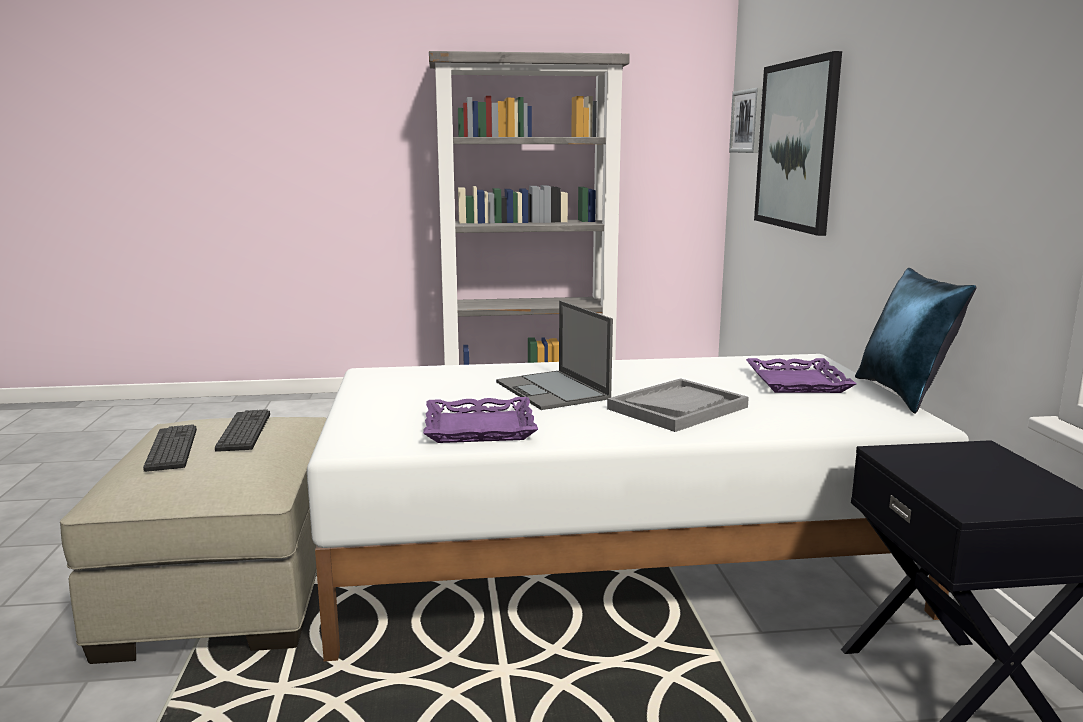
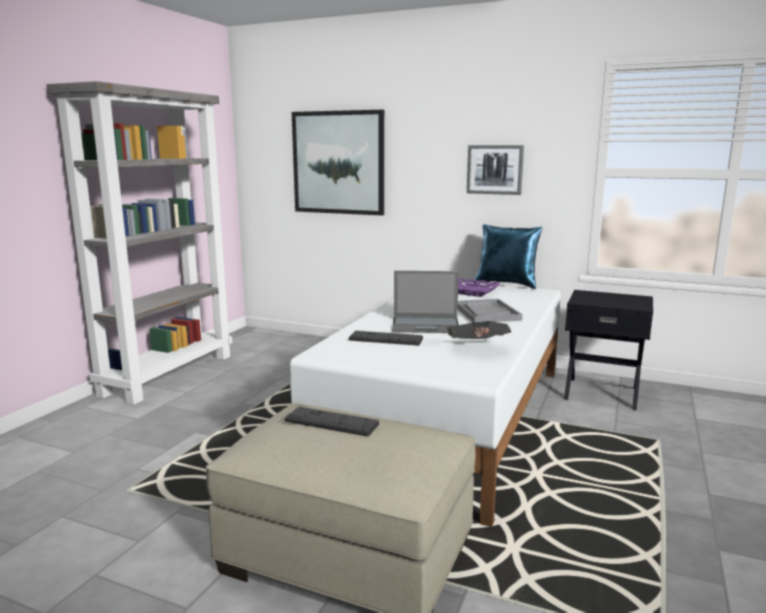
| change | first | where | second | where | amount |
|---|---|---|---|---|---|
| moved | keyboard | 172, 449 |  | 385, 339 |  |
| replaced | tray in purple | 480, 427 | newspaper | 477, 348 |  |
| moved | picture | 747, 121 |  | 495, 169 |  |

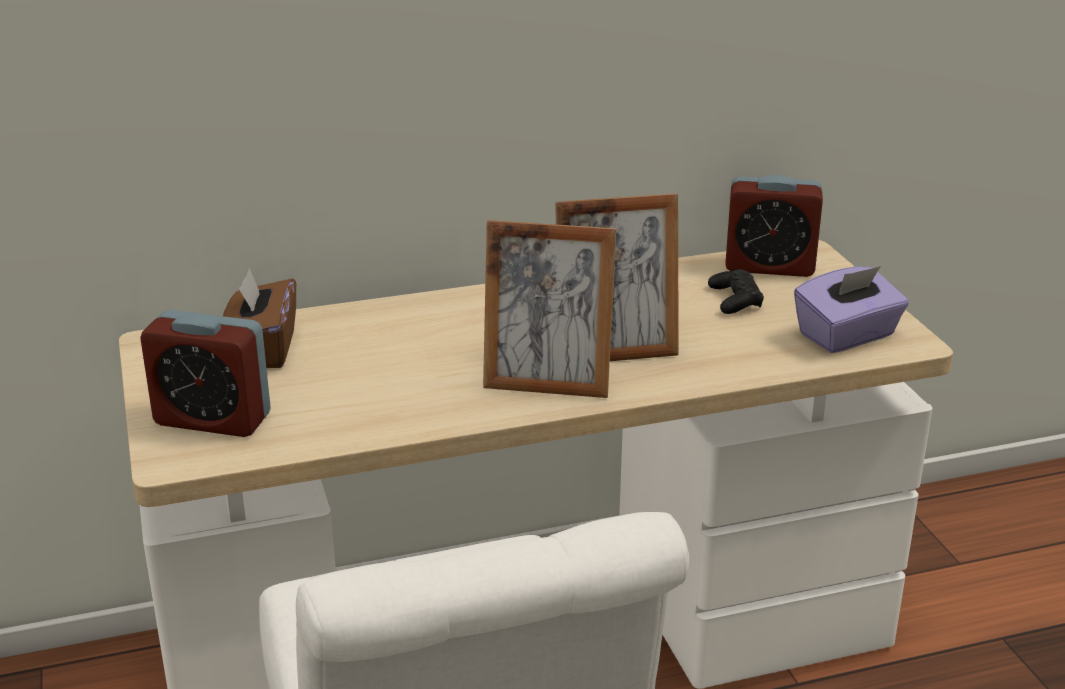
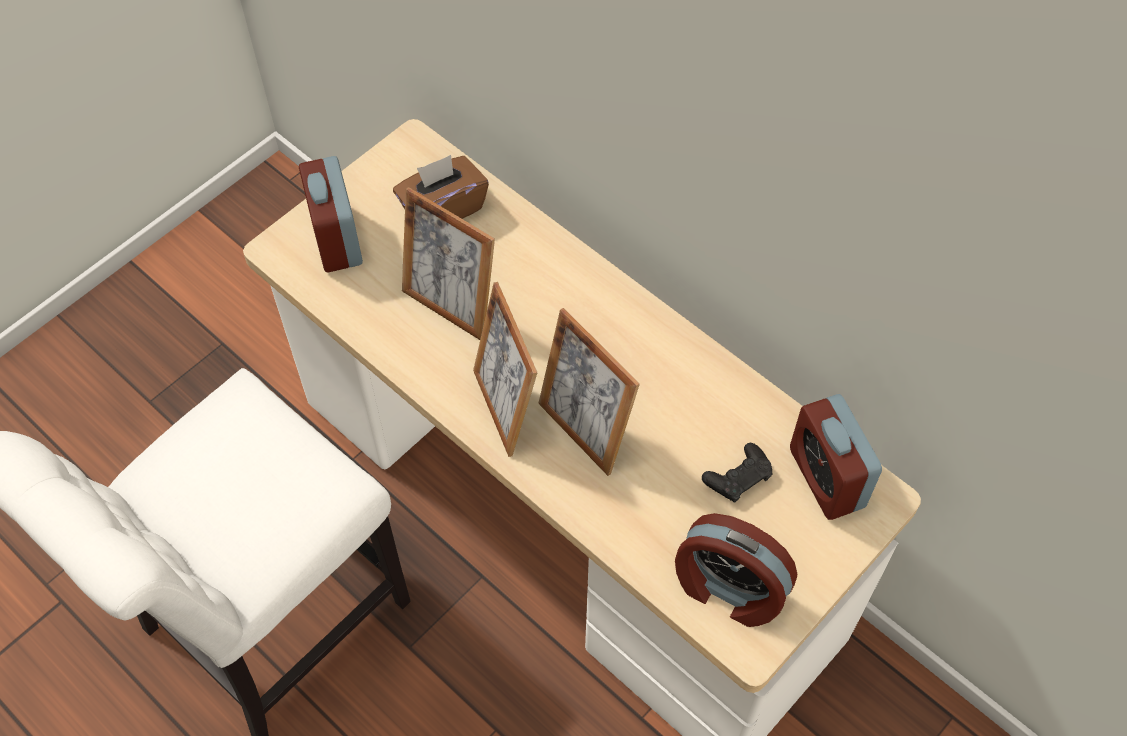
| change | first | where | second | where | amount |
|---|---|---|---|---|---|
| replaced | tissue box in purple | 847, 336 | alarm clock | 728, 590 |  |
| added |  |  | picture frame | 450, 305 |  |

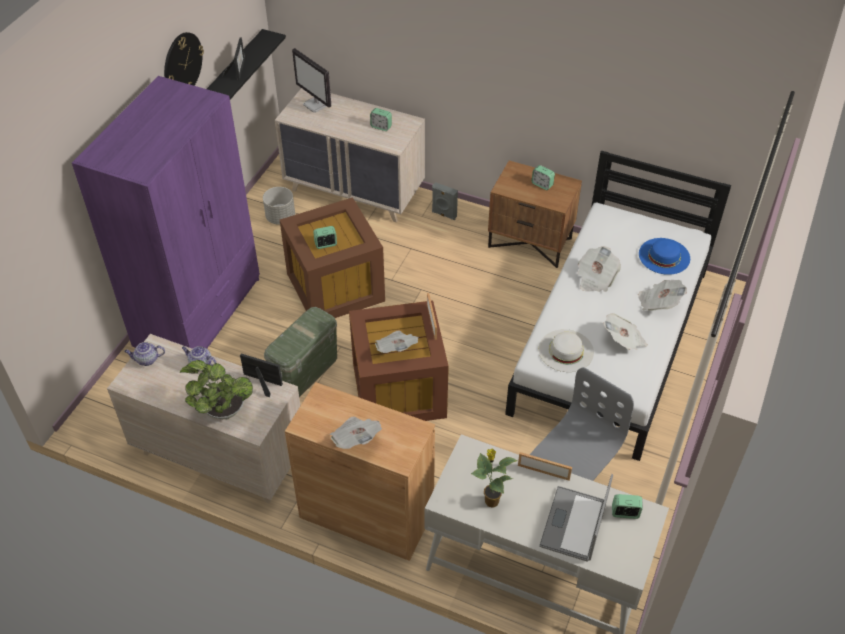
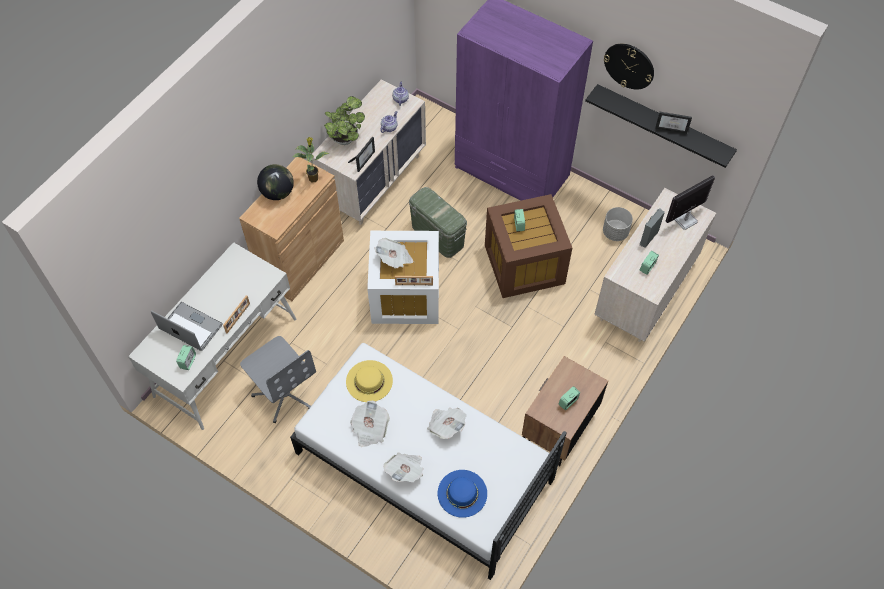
| change | first | where | second | where | amount |
|---|---|---|---|---|---|
| replaced | newspaper | 356, 439 | globe | 277, 193 |  |
| recoloured | storage box in brown | 397, 389 | storage box in white | 406, 294 |  |
| moved | speaker in grey | 444, 215 |  | 648, 238 |  |
| moved | potted plant | 490, 501 |  | 314, 178 |  |
| recoloured | hat in white | 566, 350 | hat in yellow | 369, 381 |  |

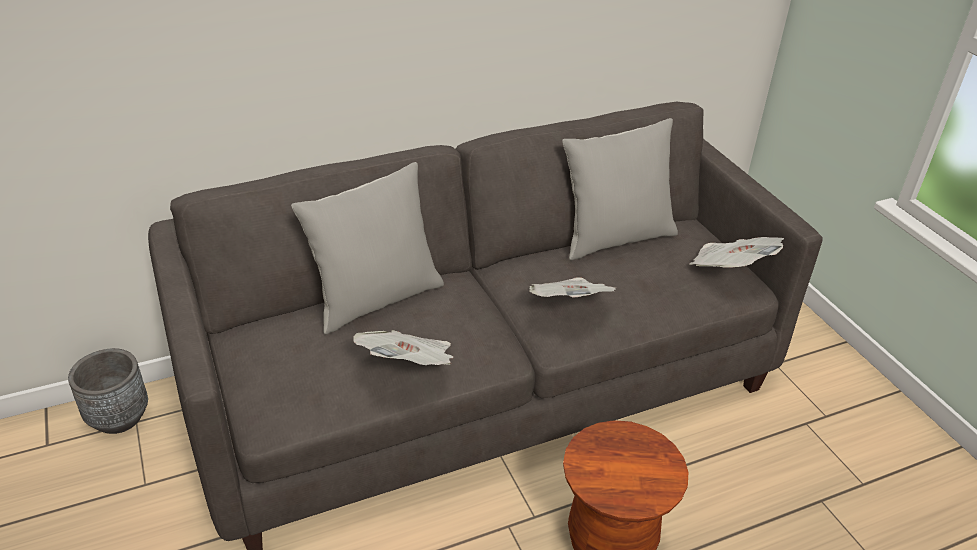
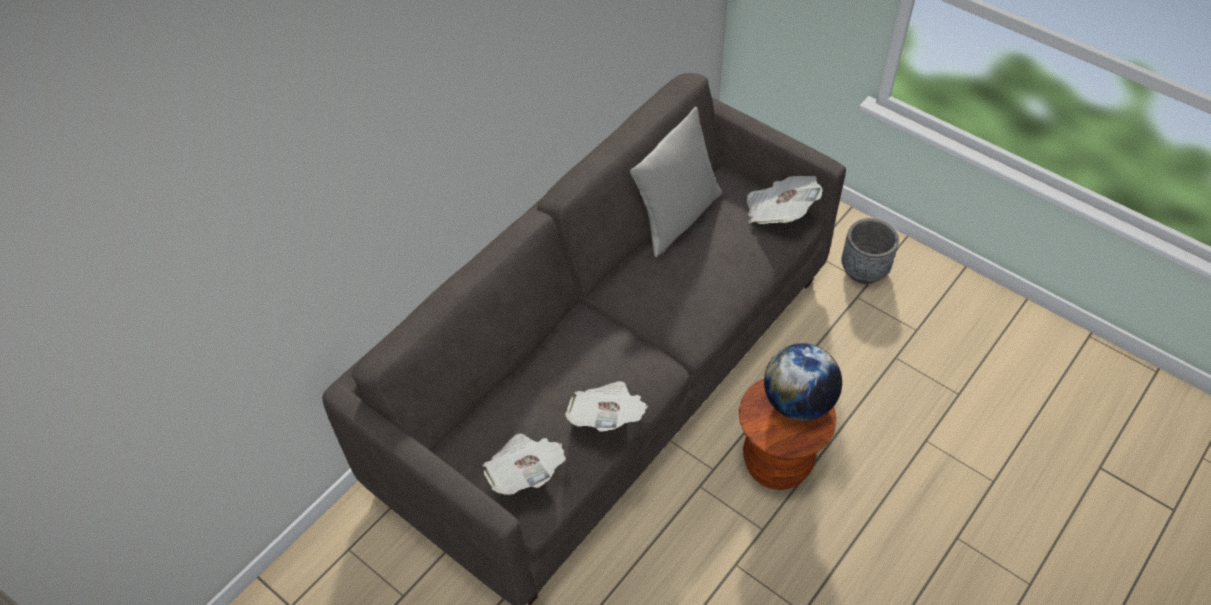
| change | first | where | second | where | amount |
|---|---|---|---|---|---|
| moved | planter in grey | 119, 417 |  | 863, 270 |  |
| removed | pillow in grey | 376, 299 |  |  |  |
| moved | newspaper | 569, 306 |  | 525, 472 |  |
| added |  |  | globe | 798, 402 |  |

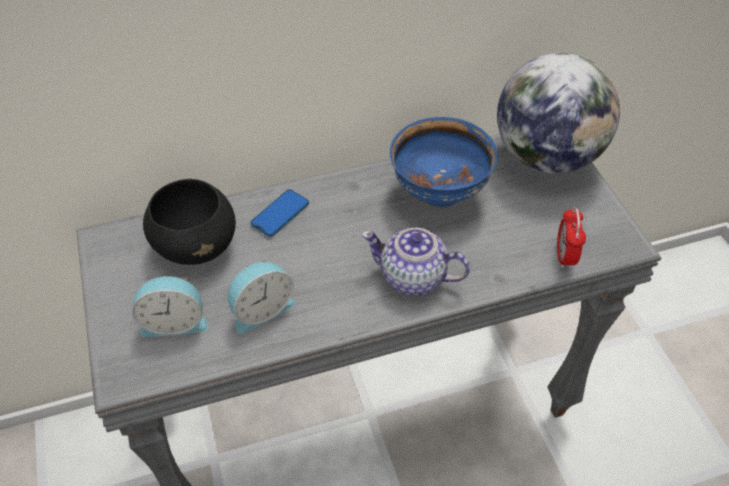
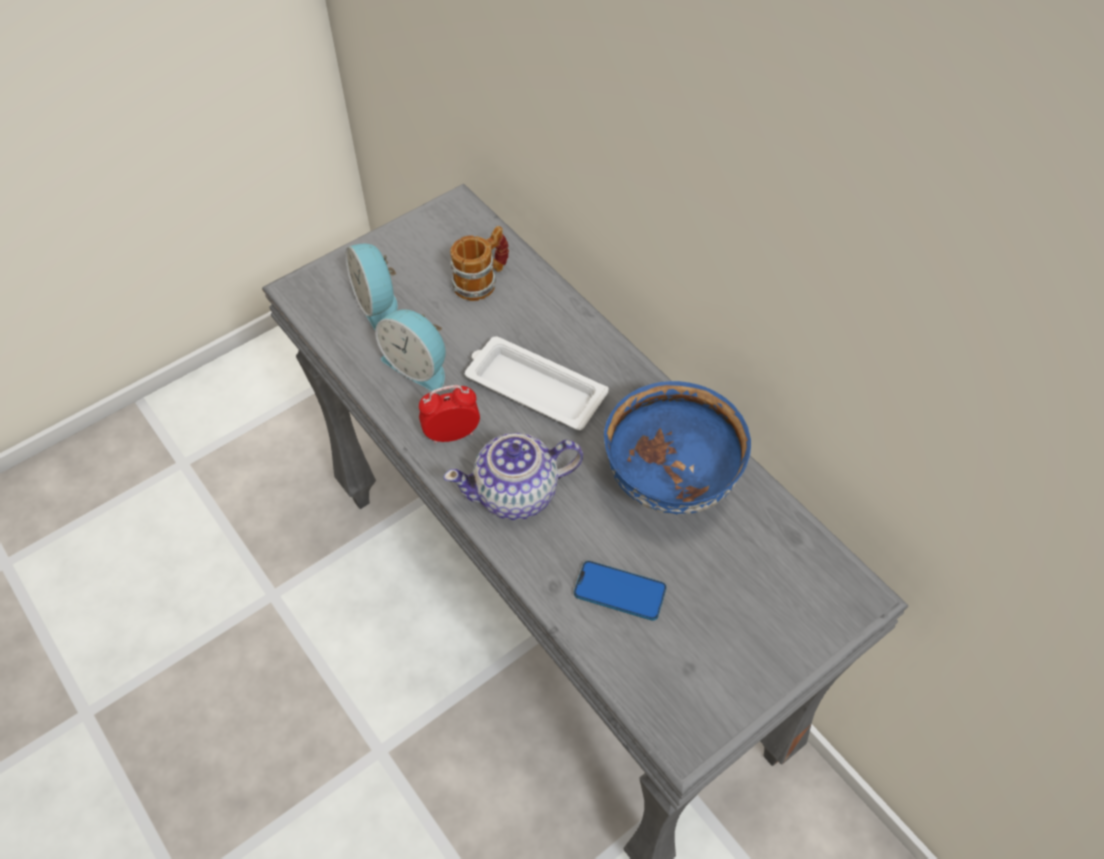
| change | first | where | second | where | amount |
|---|---|---|---|---|---|
| replaced | bowl in black | 196, 244 | mug | 482, 281 |  |
| moved | phone | 280, 214 |  | 619, 591 |  |
| turned | teapot | 413, 277 |  | 517, 493 | 105 degrees counterclockwise |
| removed | globe | 546, 156 |  |  |  |
| moved | alarm clock | 564, 256 |  | 452, 434 |  |
| added |  |  | tray in white | 533, 388 |  |

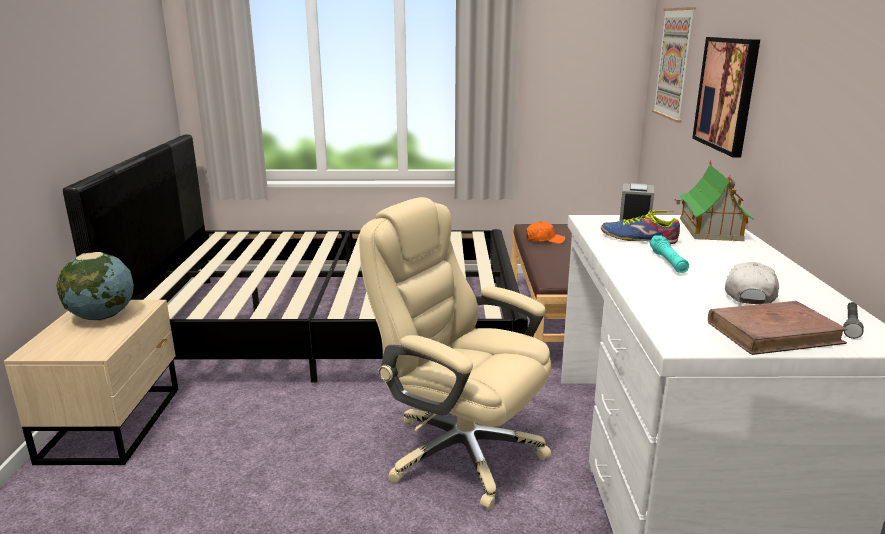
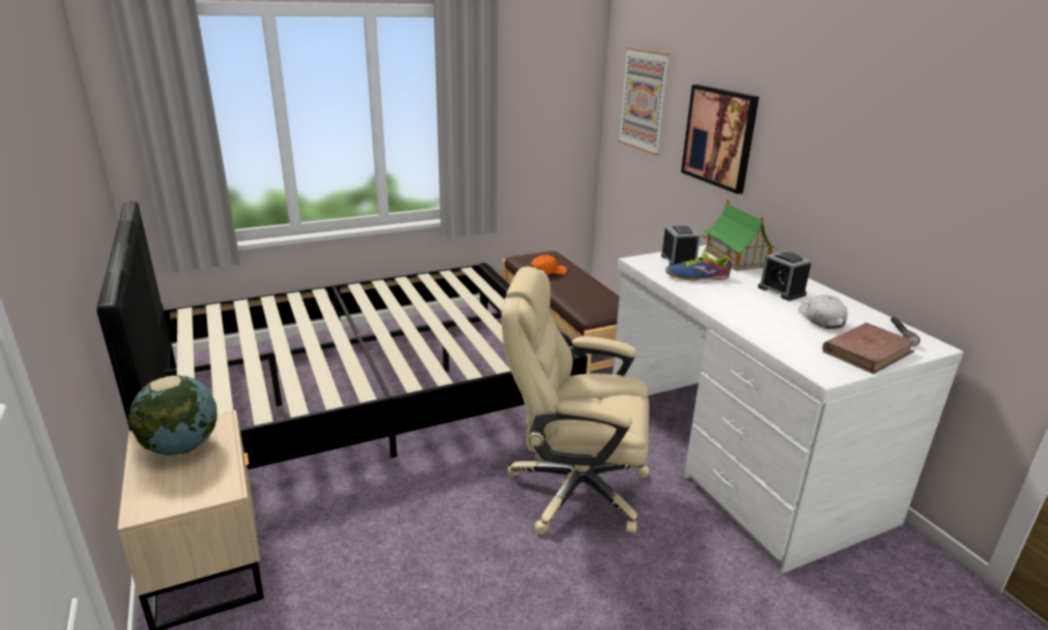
| change | first | where | second | where | amount |
|---|---|---|---|---|---|
| removed | flashlight in turquoise | 668, 261 |  |  |  |
| added |  |  | alarm clock | 781, 291 |  |

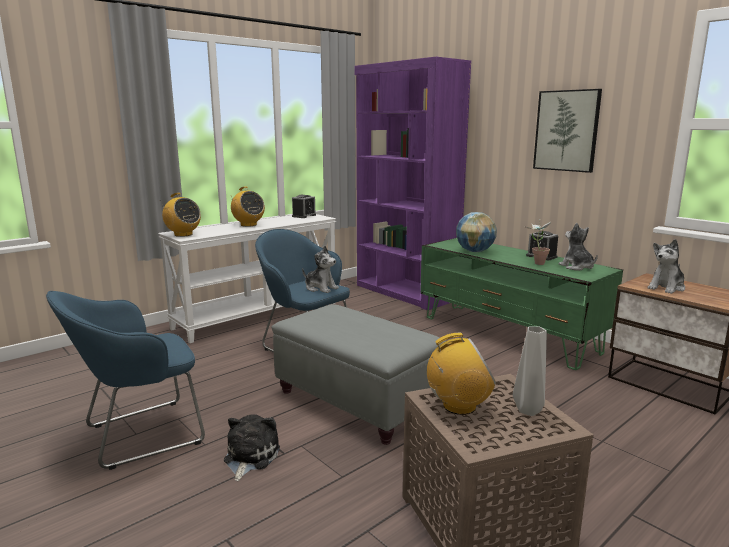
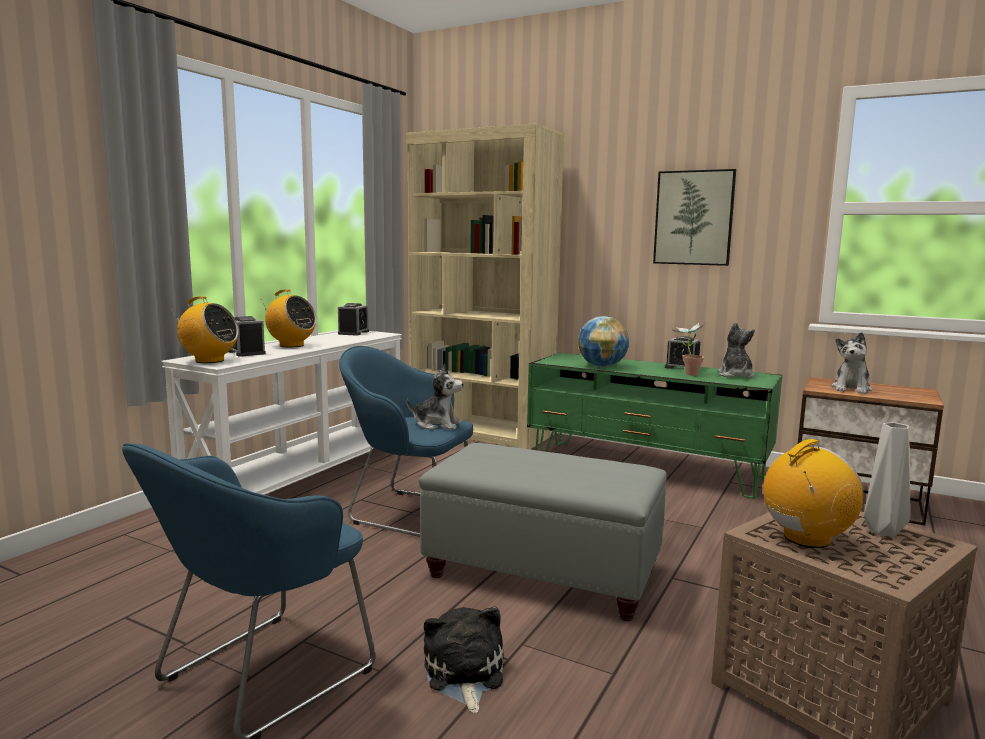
| change | first | where | second | where | amount |
|---|---|---|---|---|---|
| recoloured | bookcase in purple | 405, 292 | bookcase in beige | 481, 432 |  |
| turned | plush toy | 577, 267 |  | 735, 375 | 45 degrees clockwise |
| added |  |  | alarm clock | 246, 352 |  |

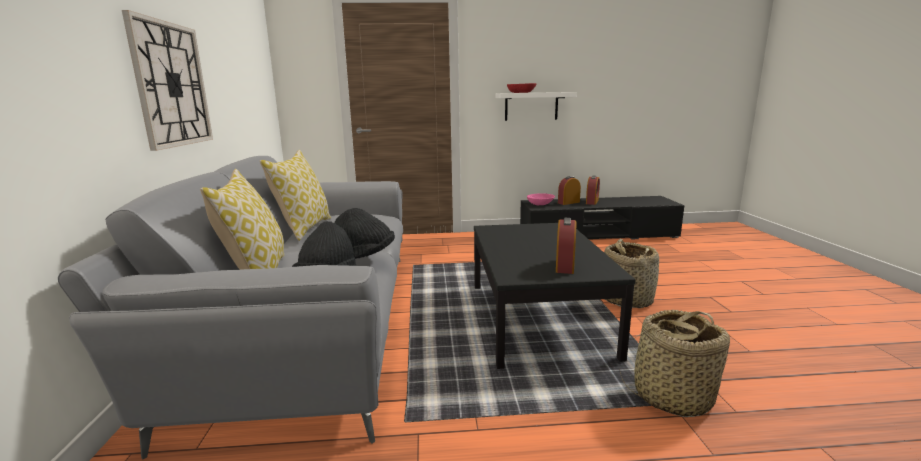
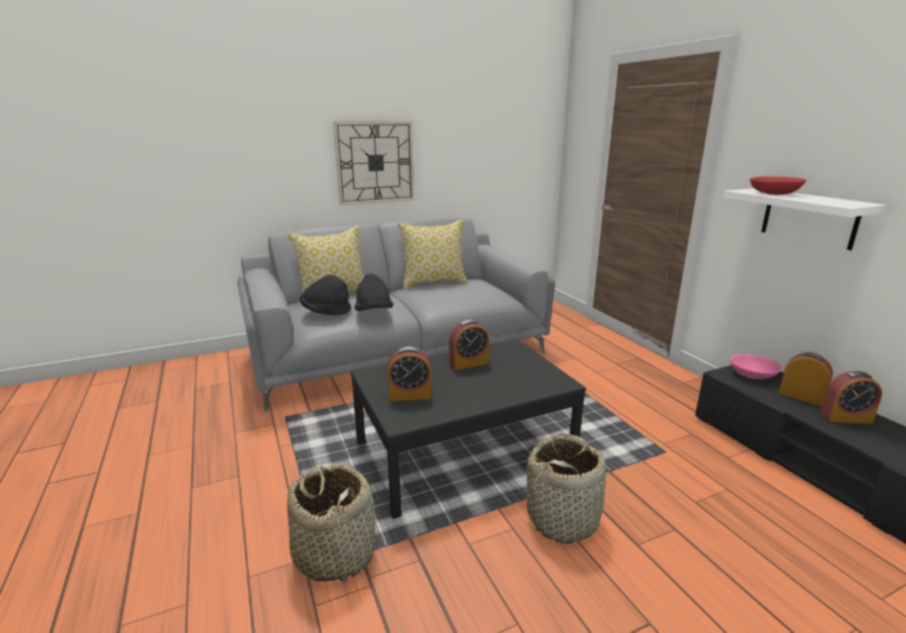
| change | first | where | second | where | amount |
|---|---|---|---|---|---|
| added |  |  | alarm clock | 468, 363 |  |

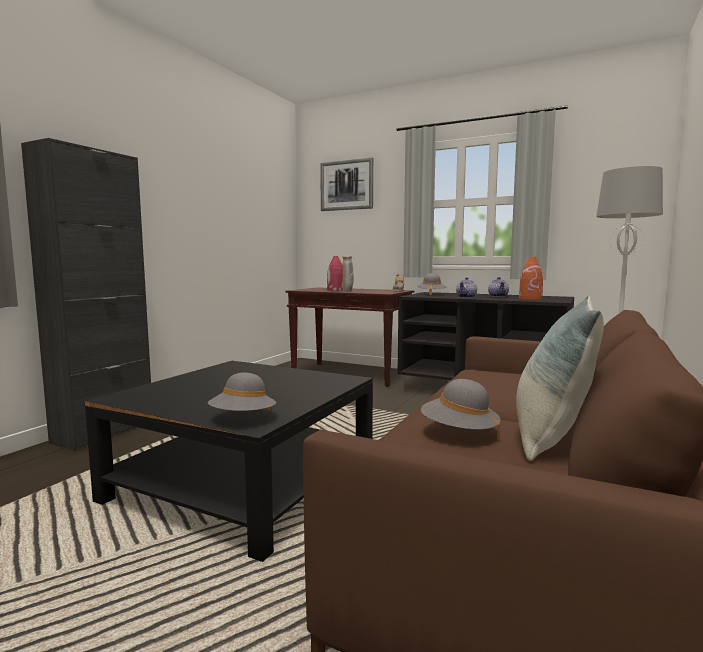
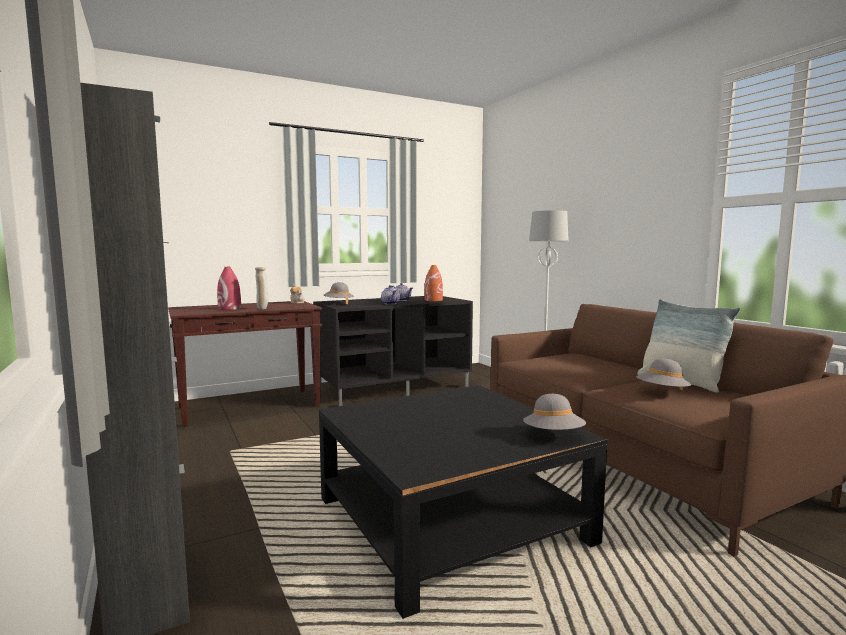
| change | first | where | second | where | amount |
|---|---|---|---|---|---|
| removed | picture | 346, 185 |  |  |  |

